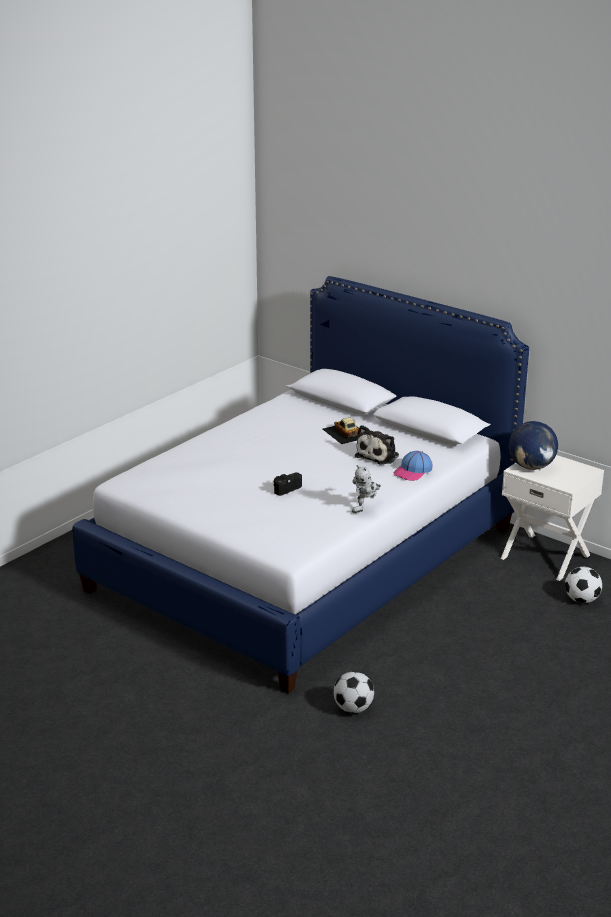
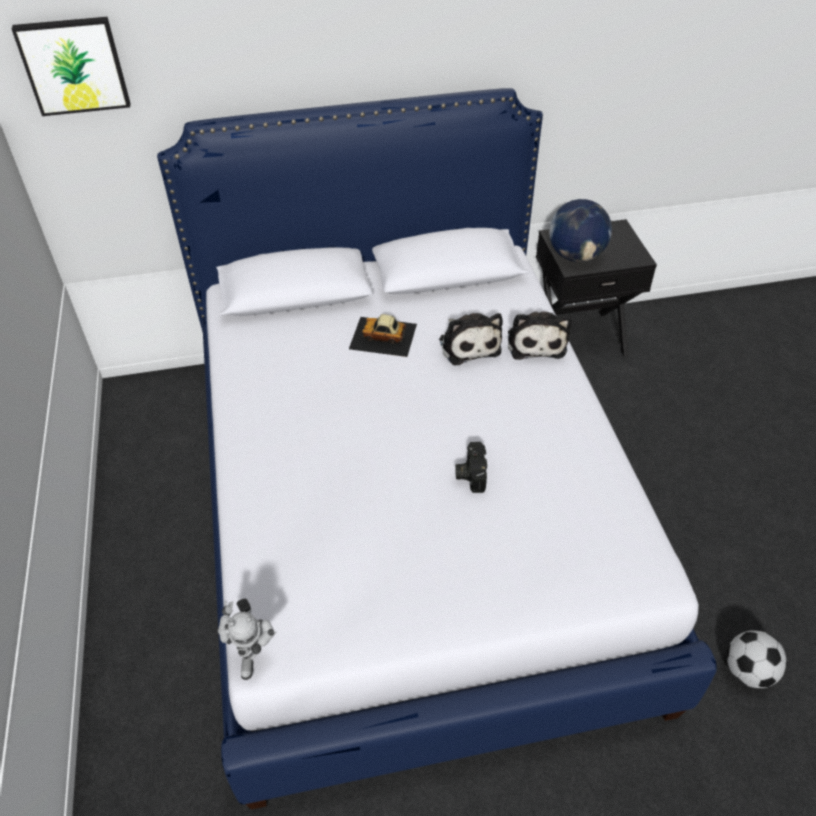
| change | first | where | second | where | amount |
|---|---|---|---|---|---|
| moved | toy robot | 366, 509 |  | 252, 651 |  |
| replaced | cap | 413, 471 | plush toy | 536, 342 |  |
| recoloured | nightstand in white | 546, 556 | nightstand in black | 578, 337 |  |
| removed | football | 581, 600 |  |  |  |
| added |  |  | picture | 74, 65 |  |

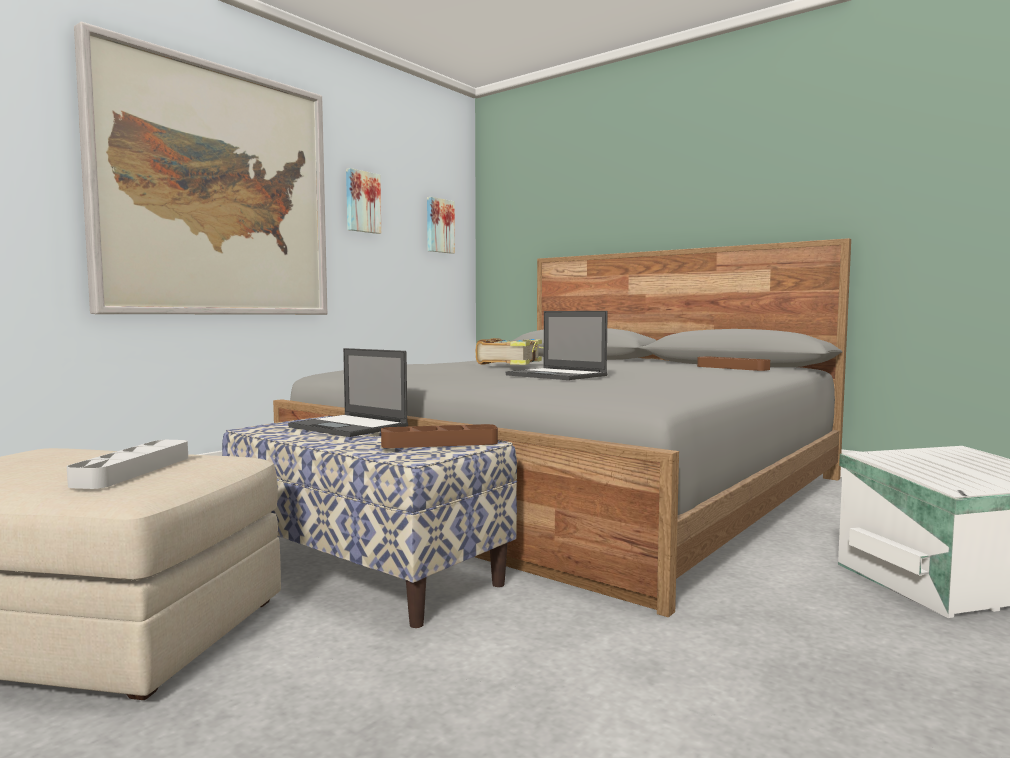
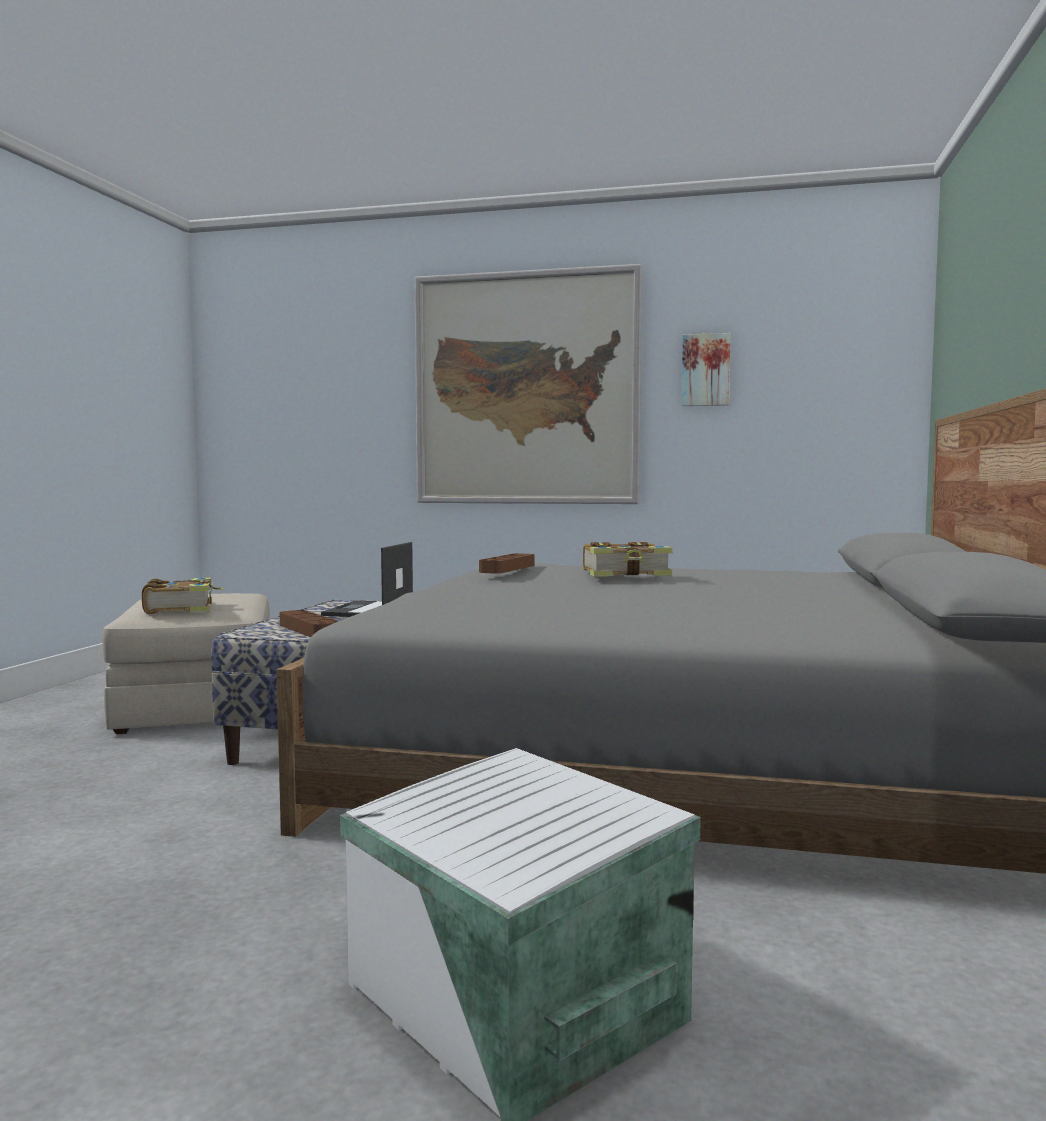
| change | first | where | second | where | amount |
|---|---|---|---|---|---|
| replaced | tray in grey | 133, 470 | book | 181, 608 |  |
| removed | picture | 439, 226 |  |  |  |
| removed | laptop | 557, 375 |  |  |  |
| moved | tray in brown | 732, 368 |  | 507, 568 |  |

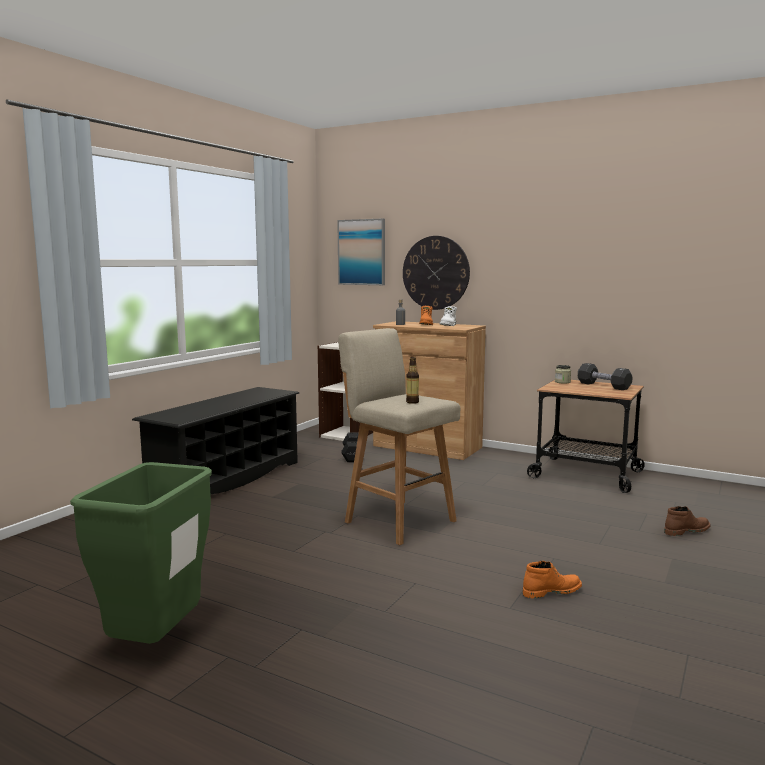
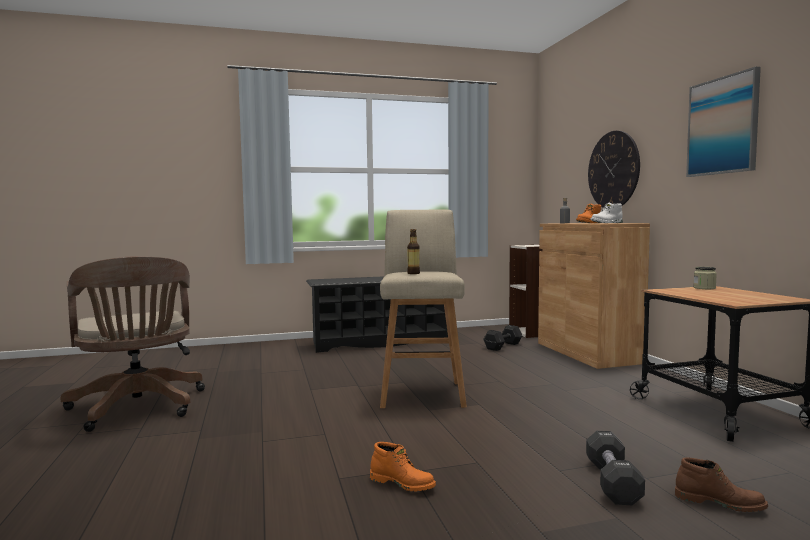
| change | first | where | second | where | amount |
|---|---|---|---|---|---|
| replaced | trash can in green | 155, 644 | office chair in brown | 138, 408 |  |
| moved | picture | 362, 252 |  | 723, 126 |  |
| moved | dumbbell in black | 603, 386 |  | 612, 482 |  |

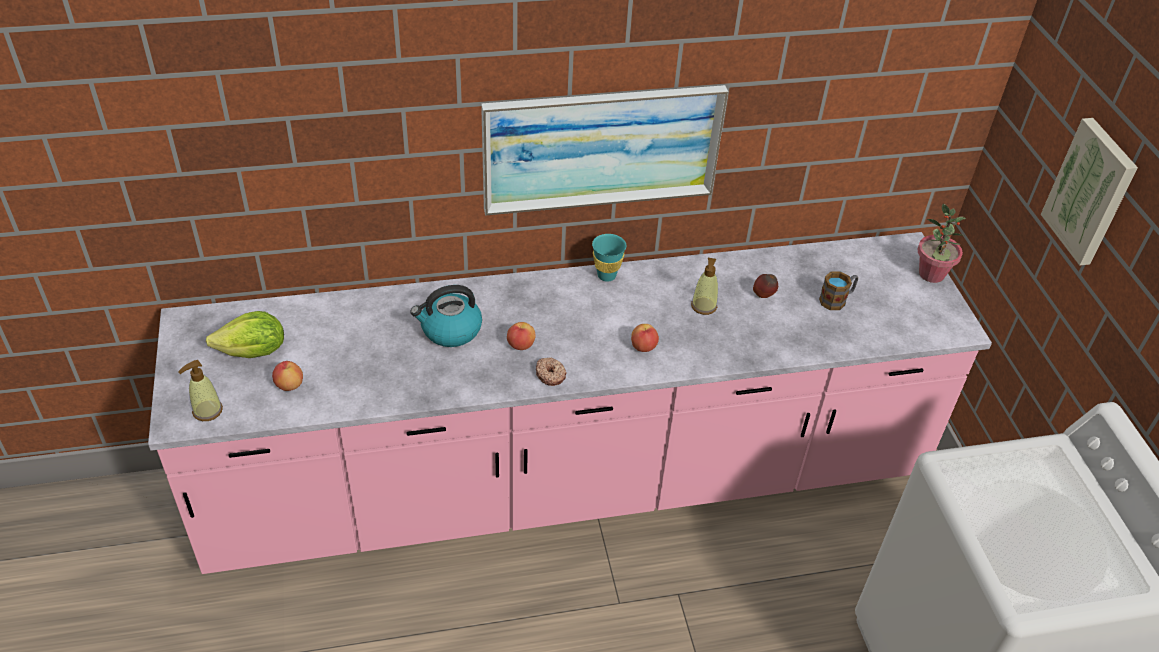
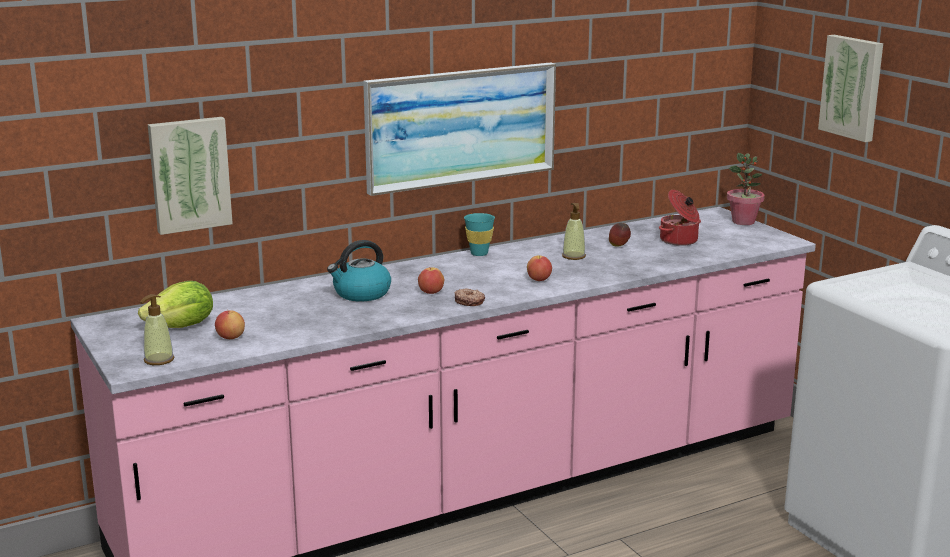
| change | first | where | second | where | amount |
|---|---|---|---|---|---|
| replaced | mug | 837, 300 | cooking pot | 679, 241 |  |
| added |  |  | picture | 189, 174 |  |

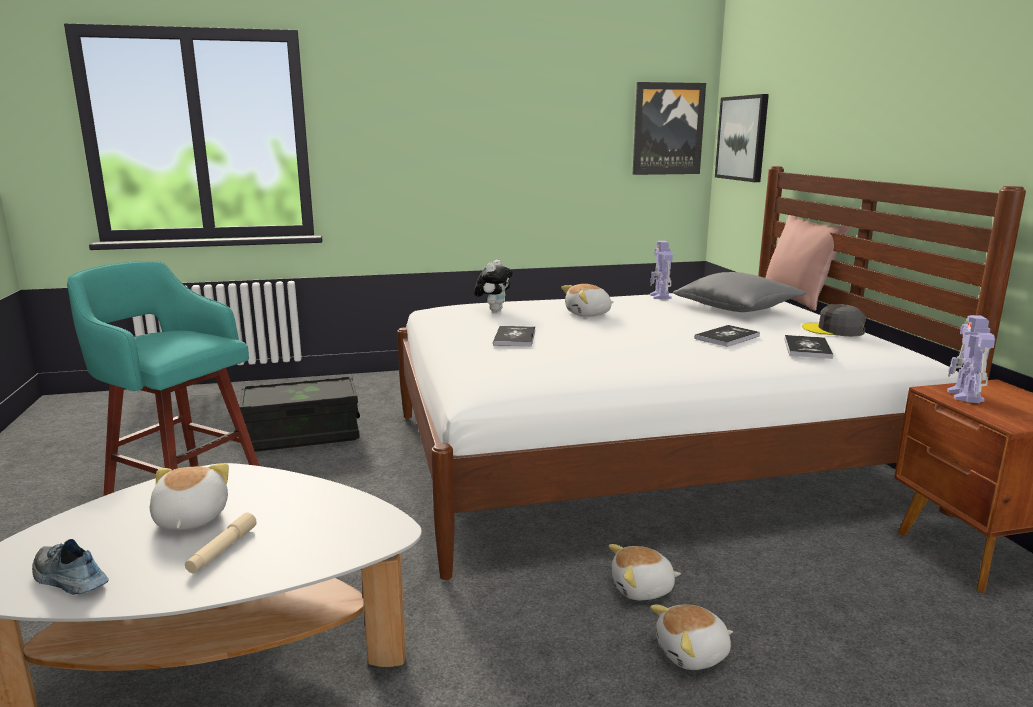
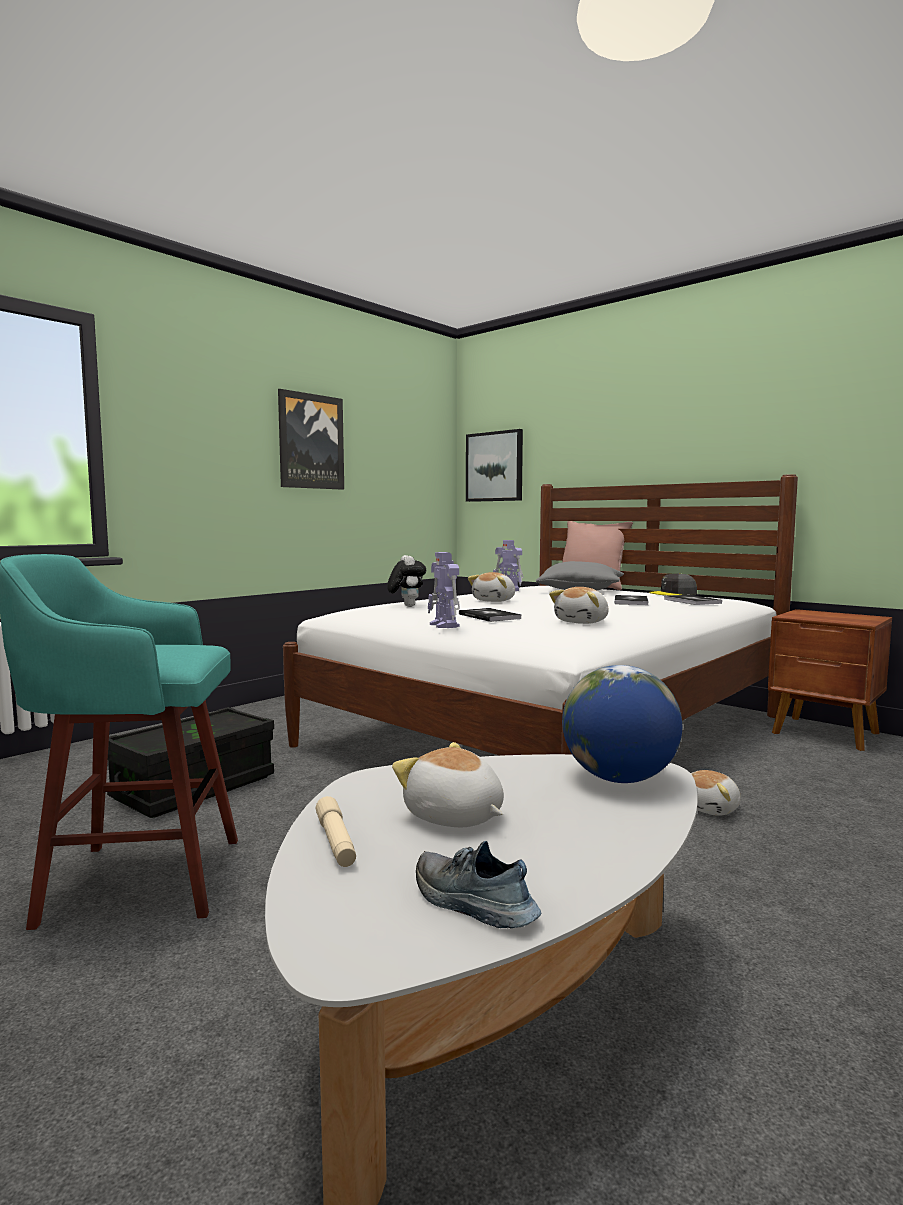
| change | first | where | second | where | amount |
|---|---|---|---|---|---|
| turned | shoe | 68, 580 |  | 472, 904 | 45 degrees clockwise |
| moved | flashlight in beige | 222, 550 |  | 336, 841 |  |
| moved | picture | 667, 129 |  | 311, 441 |  |
| moved | plush toy | 693, 654 |  | 583, 622 |  |
| moved | toy robot | 965, 396 |  | 444, 625 |  |
| added |  |  | globe | 619, 779 |  |

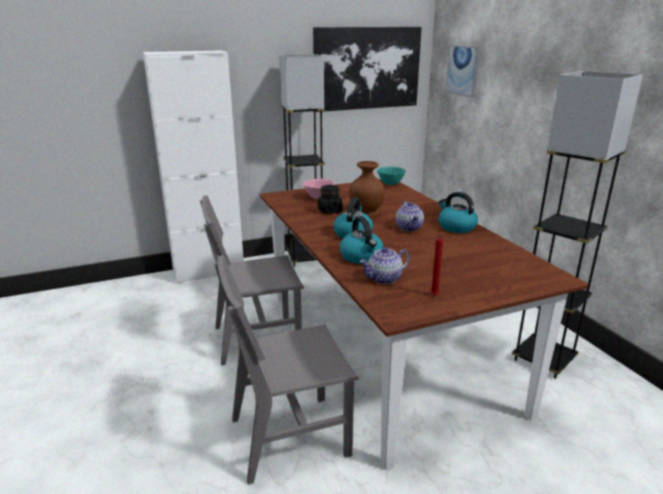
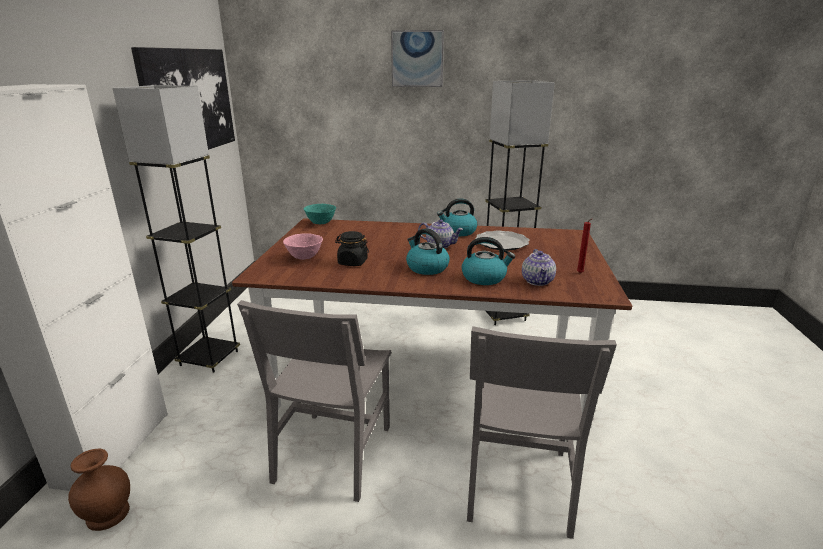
| change | first | where | second | where | amount |
|---|---|---|---|---|---|
| moved | vase in brown | 365, 213 |  | 107, 514 |  |
| moved | picture | 463, 70 |  | 417, 59 |  |
| added |  |  | plate | 502, 243 |  |

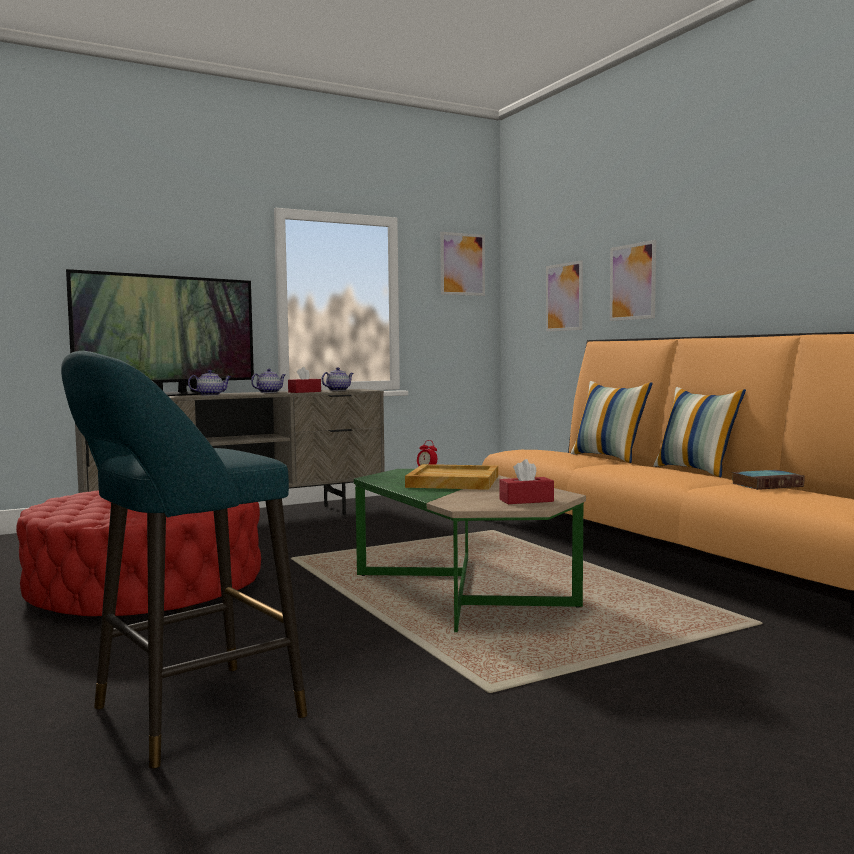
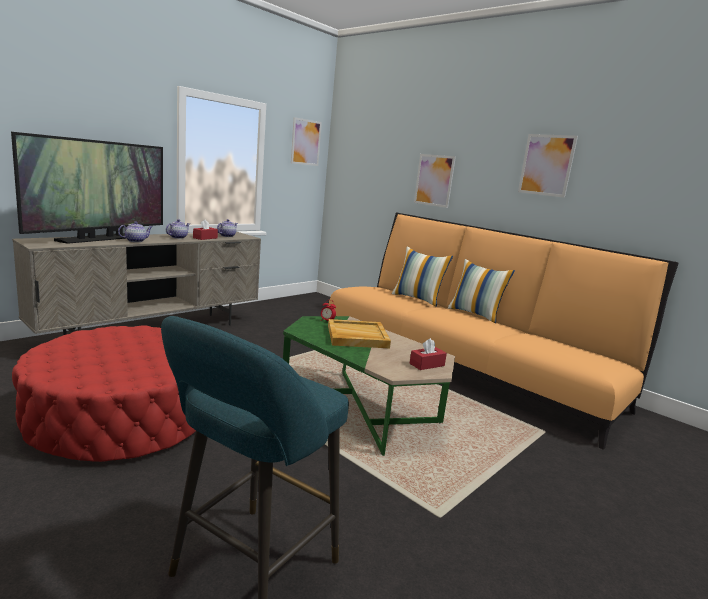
| change | first | where | second | where | amount |
|---|---|---|---|---|---|
| moved | picture | 564, 297 |  | 546, 165 |  |
| removed | book | 767, 485 |  |  |  |

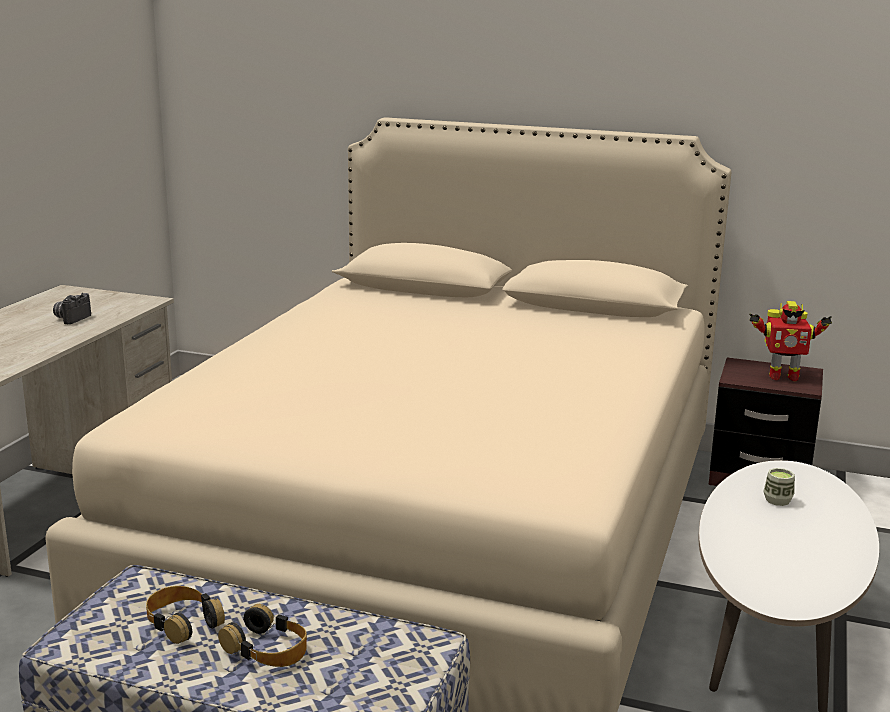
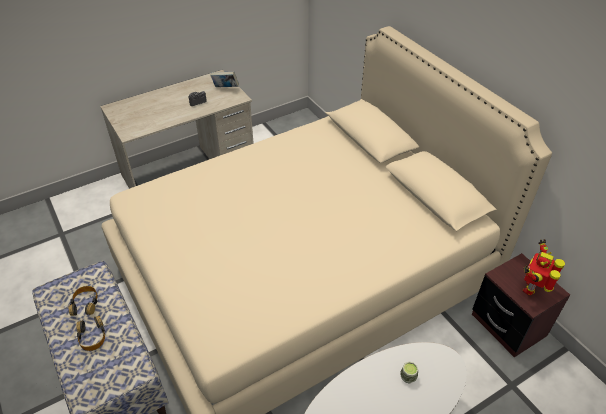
| change | first | where | second | where | amount |
|---|---|---|---|---|---|
| turned | toy robot | 782, 376 |  | 531, 288 | 75 degrees clockwise |
| added |  |  | book | 225, 88 |  |

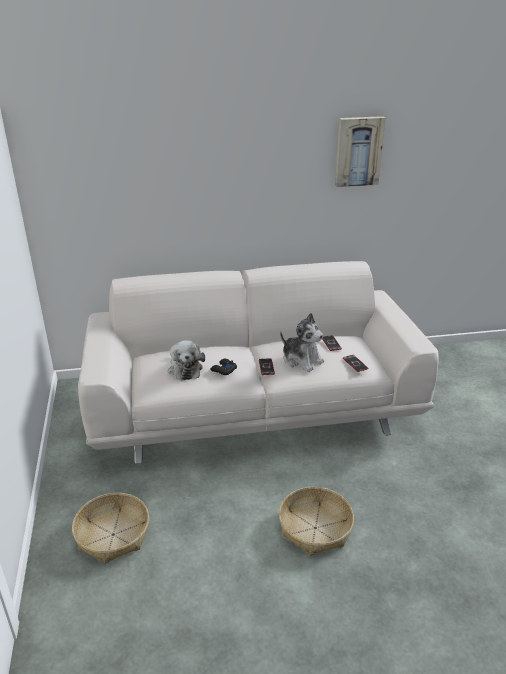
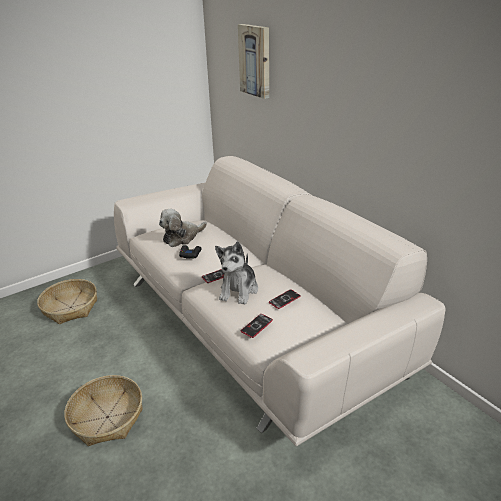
| change | first | where | second | where | amount |
|---|---|---|---|---|---|
| moved | picture | 358, 151 |  | 256, 61 |  |

